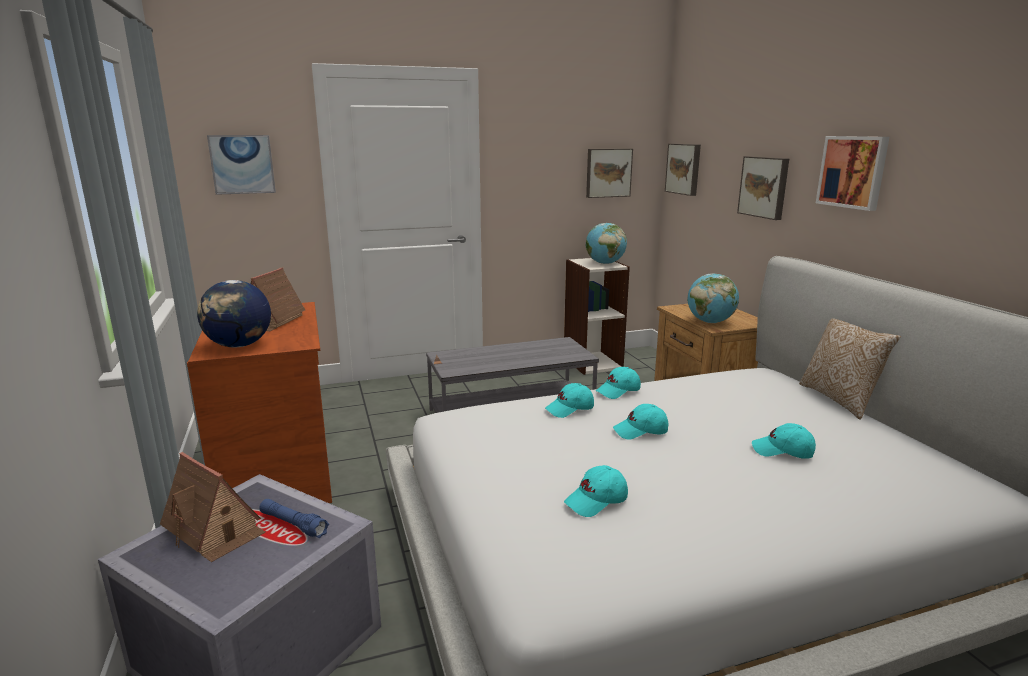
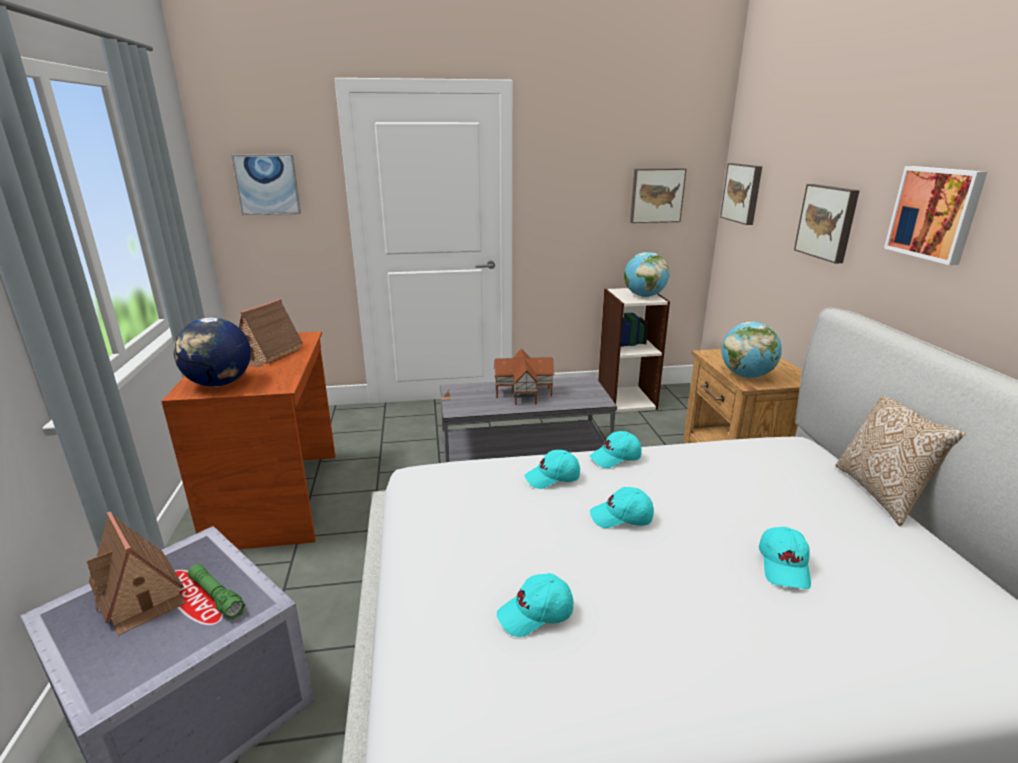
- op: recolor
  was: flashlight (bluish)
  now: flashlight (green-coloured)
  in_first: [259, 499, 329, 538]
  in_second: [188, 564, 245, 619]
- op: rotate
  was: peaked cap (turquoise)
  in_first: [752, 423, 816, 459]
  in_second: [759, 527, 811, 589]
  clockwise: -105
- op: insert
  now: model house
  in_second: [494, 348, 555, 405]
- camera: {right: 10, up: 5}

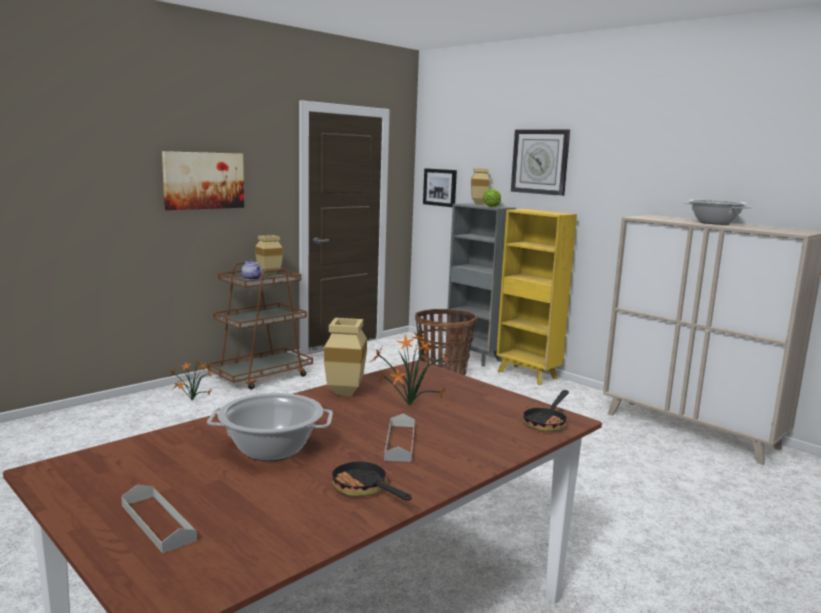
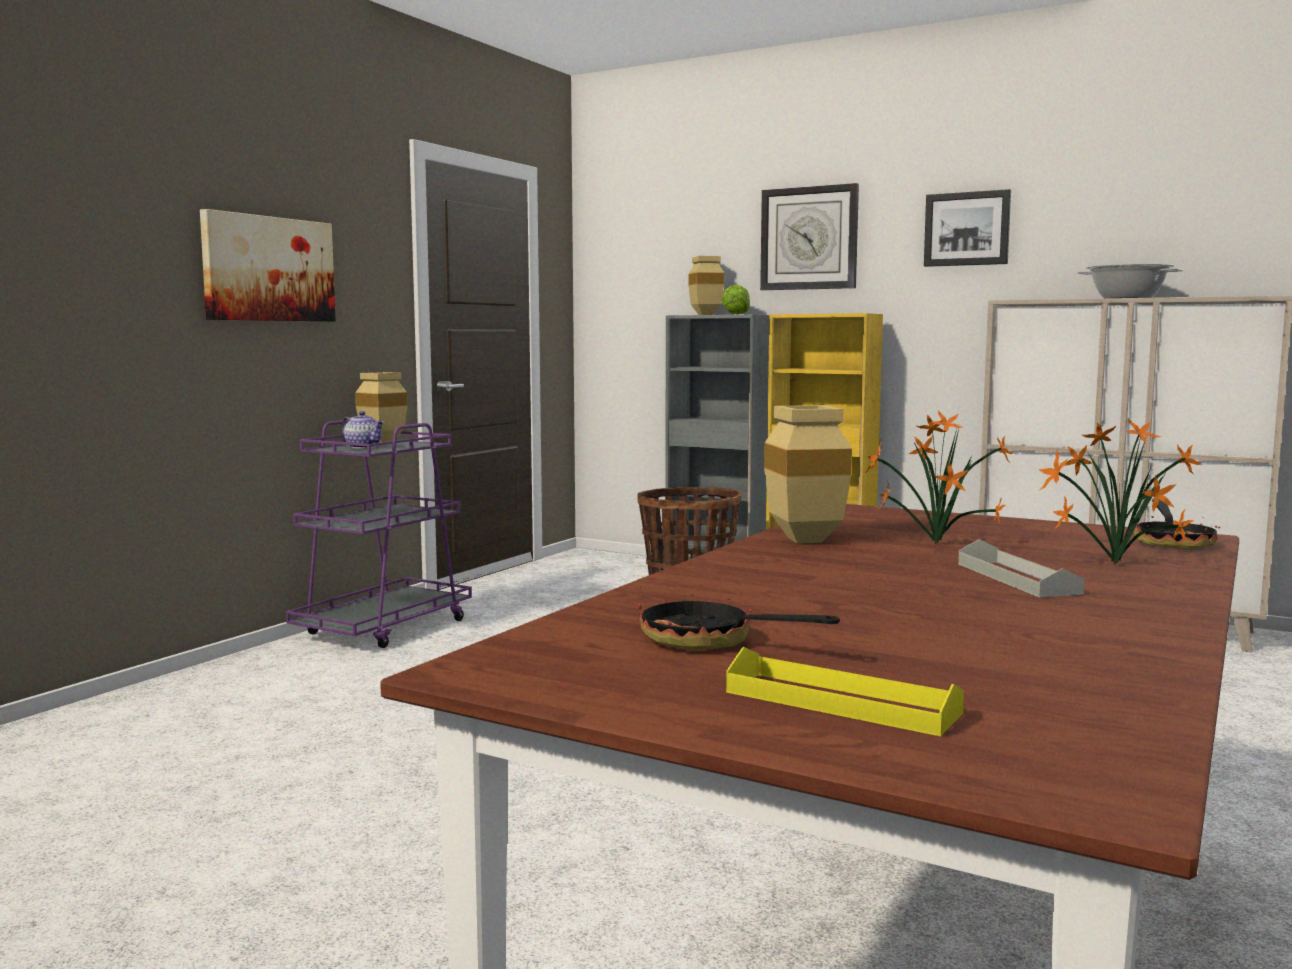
- op: recolor
  was: serving tray (grey)
  now: serving tray (yellow)
  in_first: [121, 485, 197, 553]
  in_second: [726, 647, 964, 736]
- op: move
  was: plant in a pot
  in_first: [169, 359, 212, 400]
  in_second: [1038, 418, 1202, 564]
- op: recolor
  was: cart (brown)
  now: cart (purple-coloured)
  in_first: [207, 261, 313, 390]
  in_second: [286, 420, 472, 648]
- op: delete
  was: saucepot
  in_first: [207, 393, 333, 461]
- op: move
  was: frying pan
  in_first: [329, 459, 412, 501]
  in_second: [638, 587, 840, 651]
- op: move
  was: wall picture
  in_first: [423, 168, 457, 207]
  in_second: [924, 189, 1011, 267]
- camera: {right: -15, up: -5}

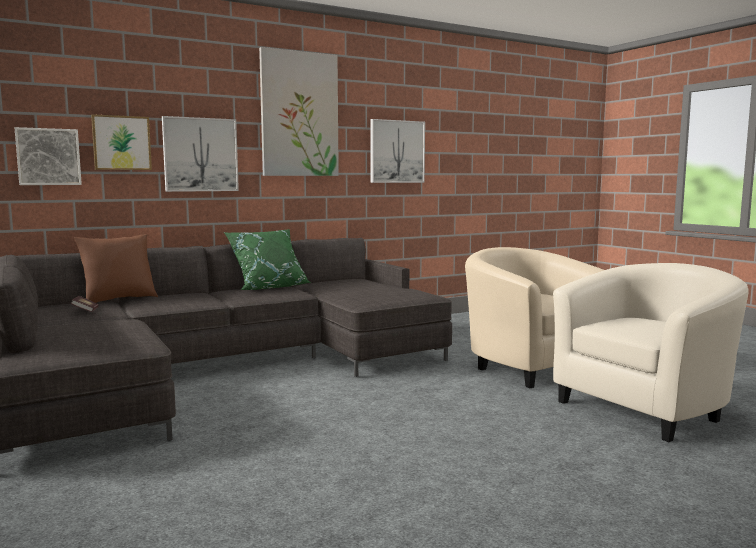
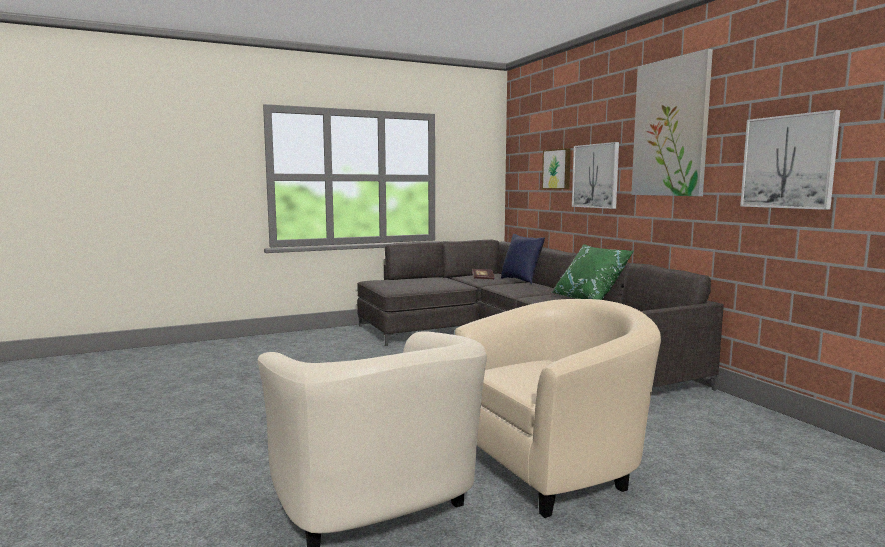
- op: delete
  was: wall picture
  in_first: [15, 127, 82, 185]
- op: recolor
  was: cushion (brown)
  now: cushion (bluish)
  in_first: [74, 234, 158, 303]
  in_second: [501, 234, 545, 284]
- camera: {right: 95, up: 0}

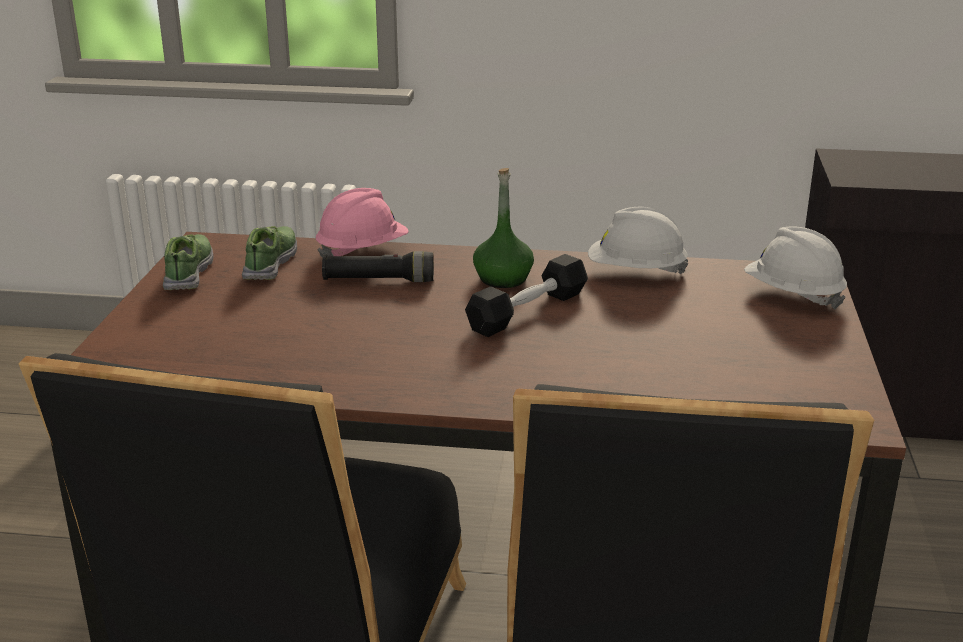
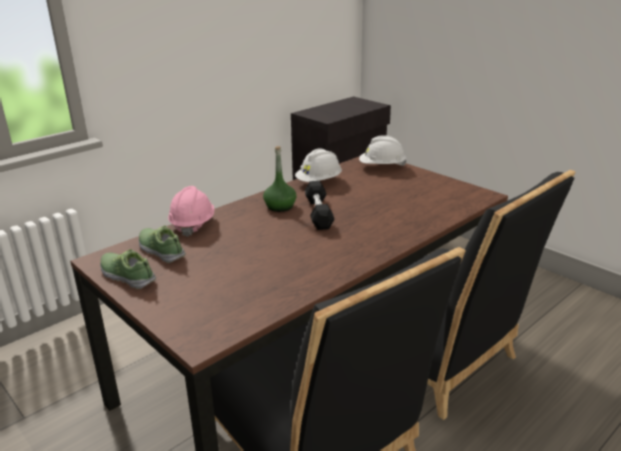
- op: delete
  was: flashlight (black)
  in_first: [322, 251, 434, 282]
- camera: {right: -50, up: 0}

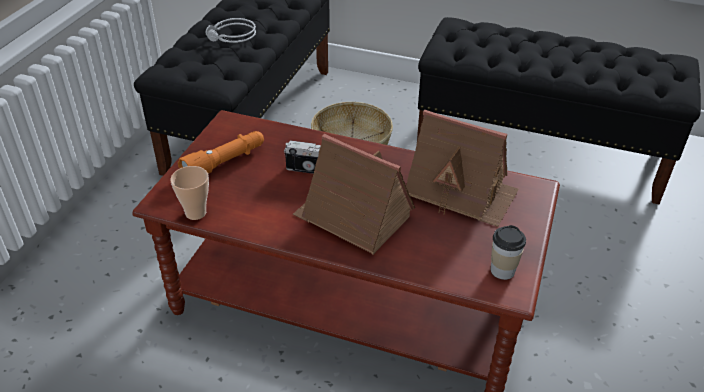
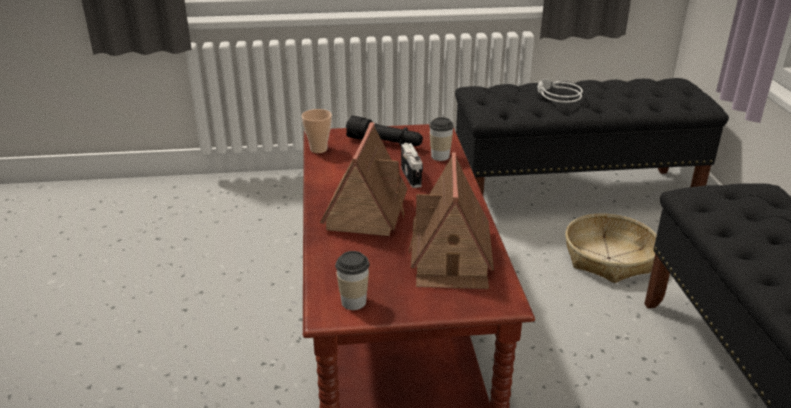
- op: recolor
  was: flashlight (orange)
  now: flashlight (black)
  in_first: [178, 131, 264, 174]
  in_second: [346, 116, 423, 146]
- op: insert
  now: small cup
  in_second: [429, 117, 454, 161]
- camera: {right: 65, up: -10}

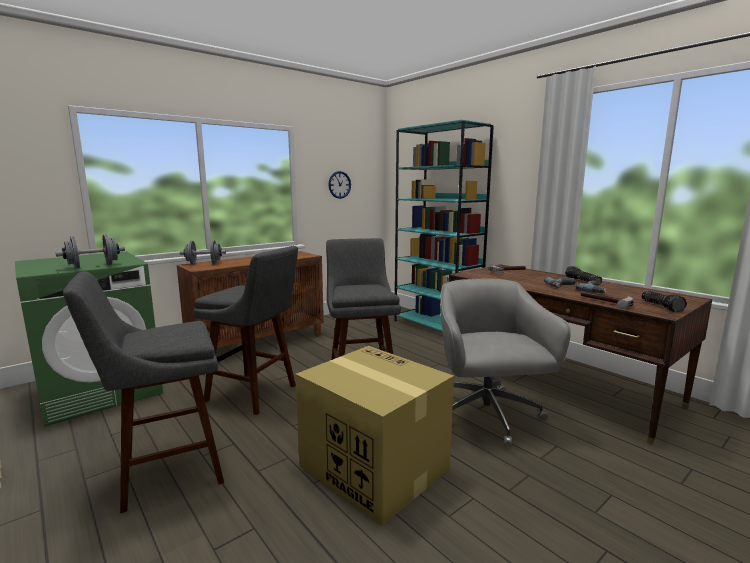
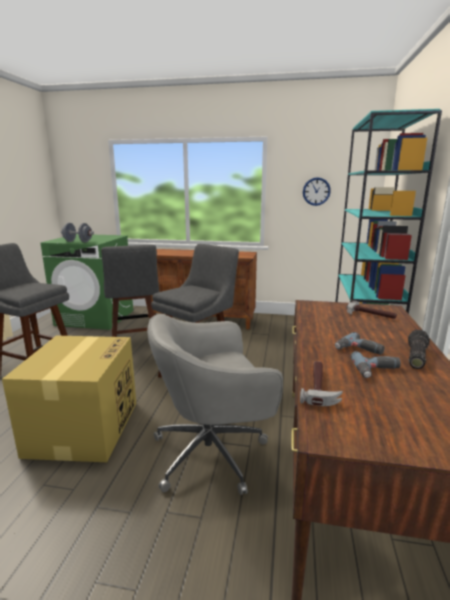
- op: delete
  was: free weight (grey)
  in_first: [180, 240, 226, 264]
- op: rotate
  was: office chair (grey)
  in_first: [441, 279, 571, 447]
  in_second: [147, 314, 283, 495]
  clockwise: -150
- op: delete
  was: flashlight
  in_first: [641, 291, 687, 312]
- camera: {right: 50, up: 5}

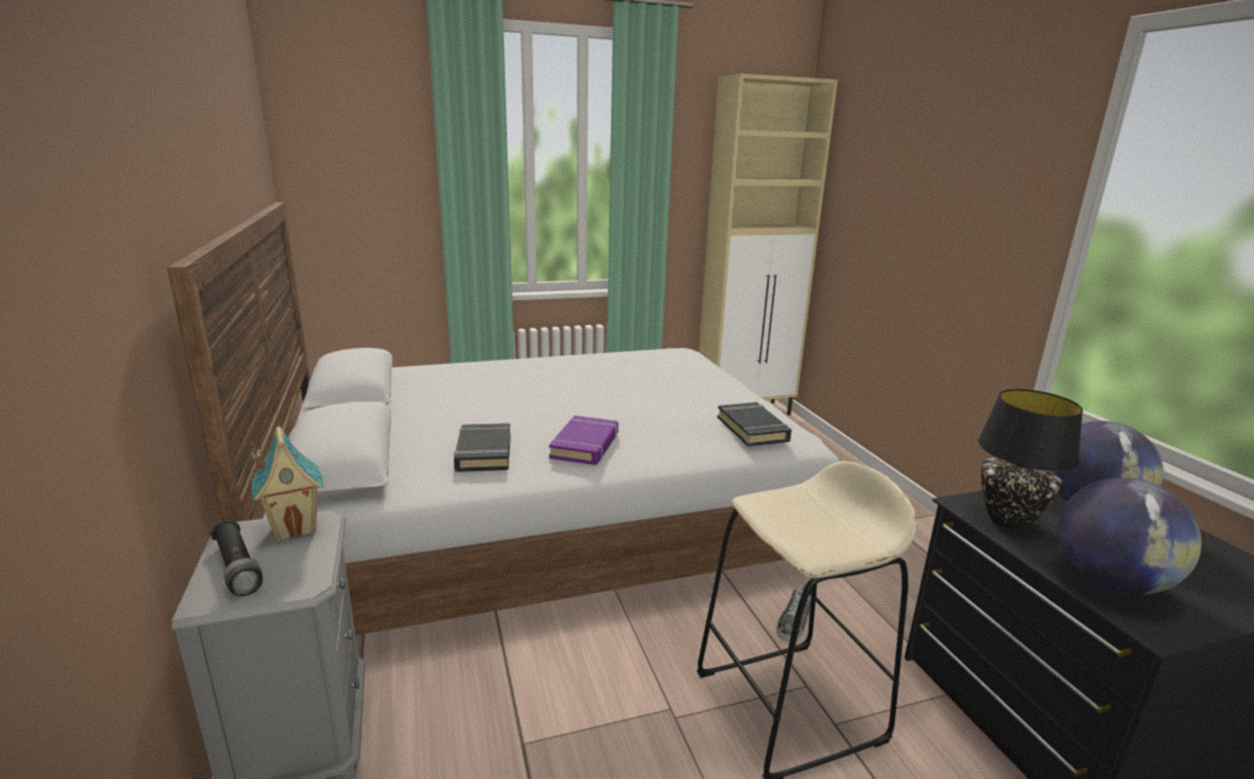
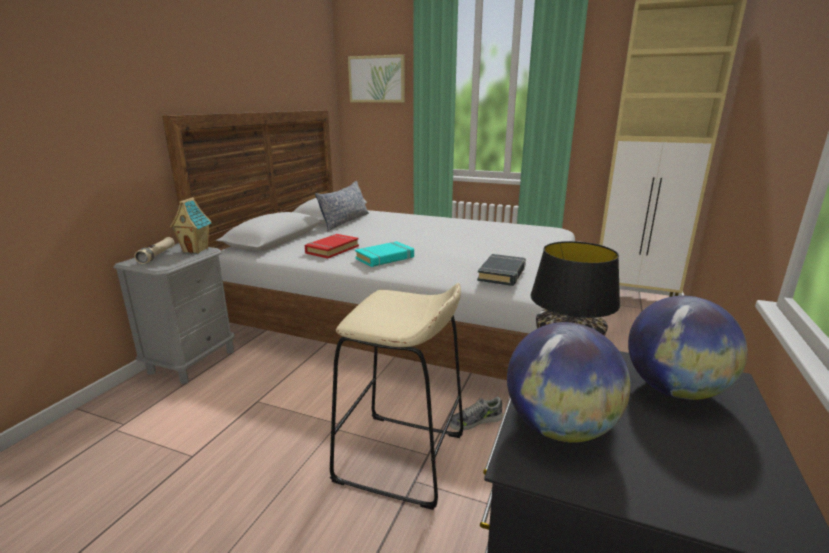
- op: recolor
  was: flashlight (black)
  now: flashlight (beige)
  in_first: [210, 520, 263, 596]
  in_second: [134, 237, 175, 264]
- op: recolor
  was: bound book (black)
  now: bound book (reddish)
  in_first: [454, 423, 511, 472]
  in_second: [305, 234, 359, 258]
- op: recolor
  was: bound book (purple-coloured)
  now: bound book (turquoise)
  in_first: [549, 415, 618, 465]
  in_second: [355, 241, 414, 267]
- op: insert
  now: cushion
  in_second: [315, 181, 369, 232]
- op: insert
  now: wall picture
  in_second: [348, 54, 405, 102]
- camera: {right: 40, up: 0}

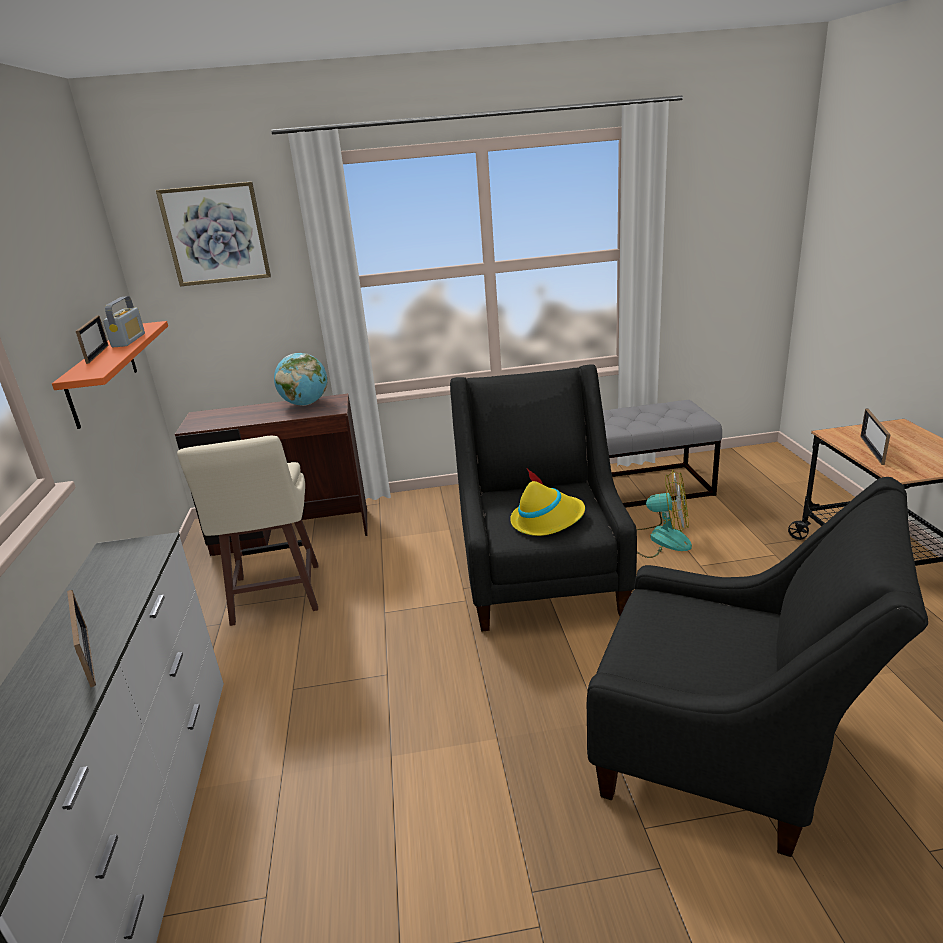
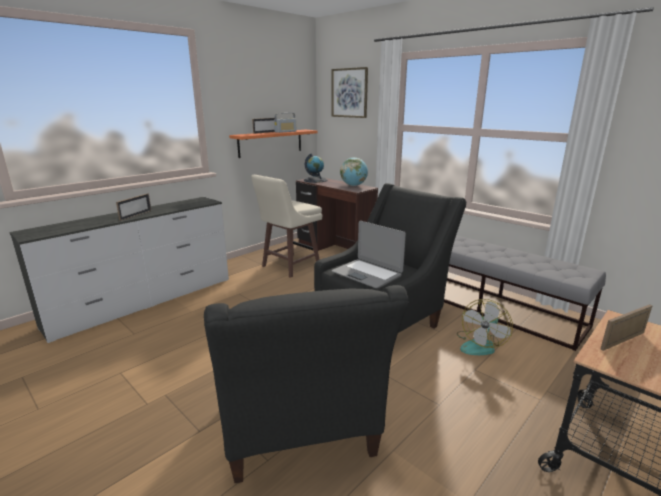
- op: replace
  was: clothing hat (yellow)
  now: portable computer
  in_first: [510, 469, 585, 536]
  in_second: [332, 221, 406, 288]
- op: rotate
  was: fan
  in_first: [637, 470, 692, 558]
  in_second: [457, 299, 513, 355]
  clockwise: 60
- op: insert
  now: world globe
  in_second: [304, 154, 327, 183]
- camera: {right: 50, up: -5}

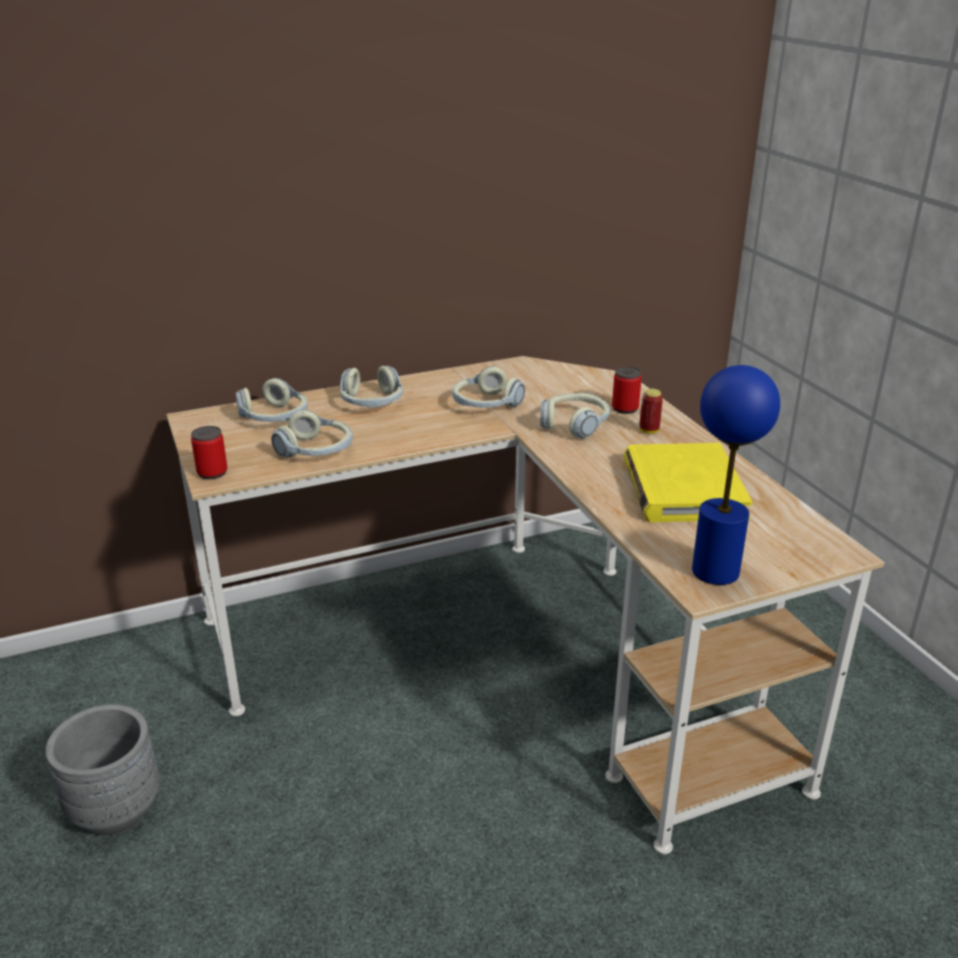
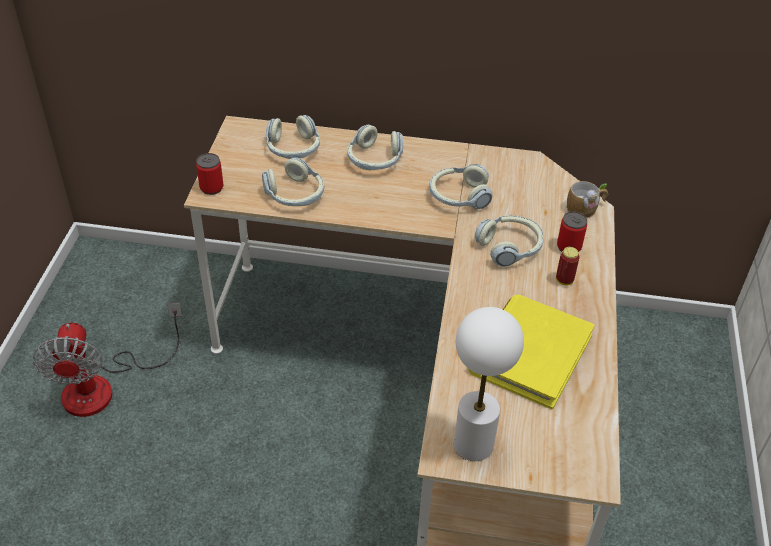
- op: replace
  was: flower pot (grey)
  now: fan
  in_first: [46, 704, 160, 835]
  in_second: [33, 303, 182, 417]
- op: recolor
  was: table lamp (bluish)
  now: table lamp (white)
  in_first: [692, 365, 780, 585]
  in_second: [454, 307, 524, 461]
- op: insert
  now: mug
  in_second: [567, 181, 608, 218]
- camera: {right: 30, up: 15}

